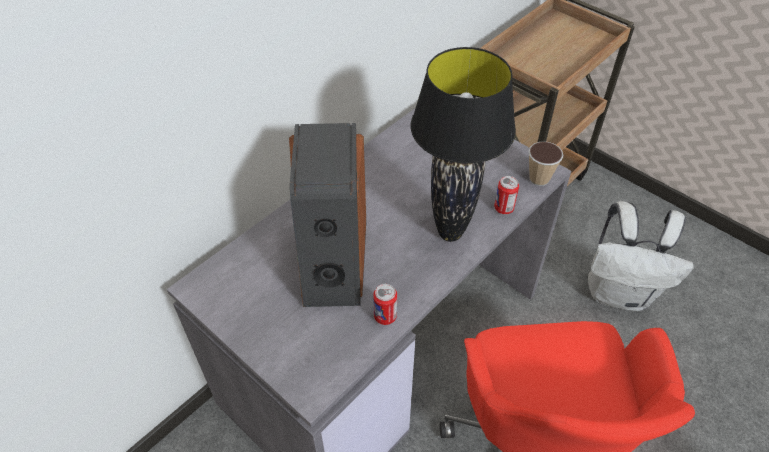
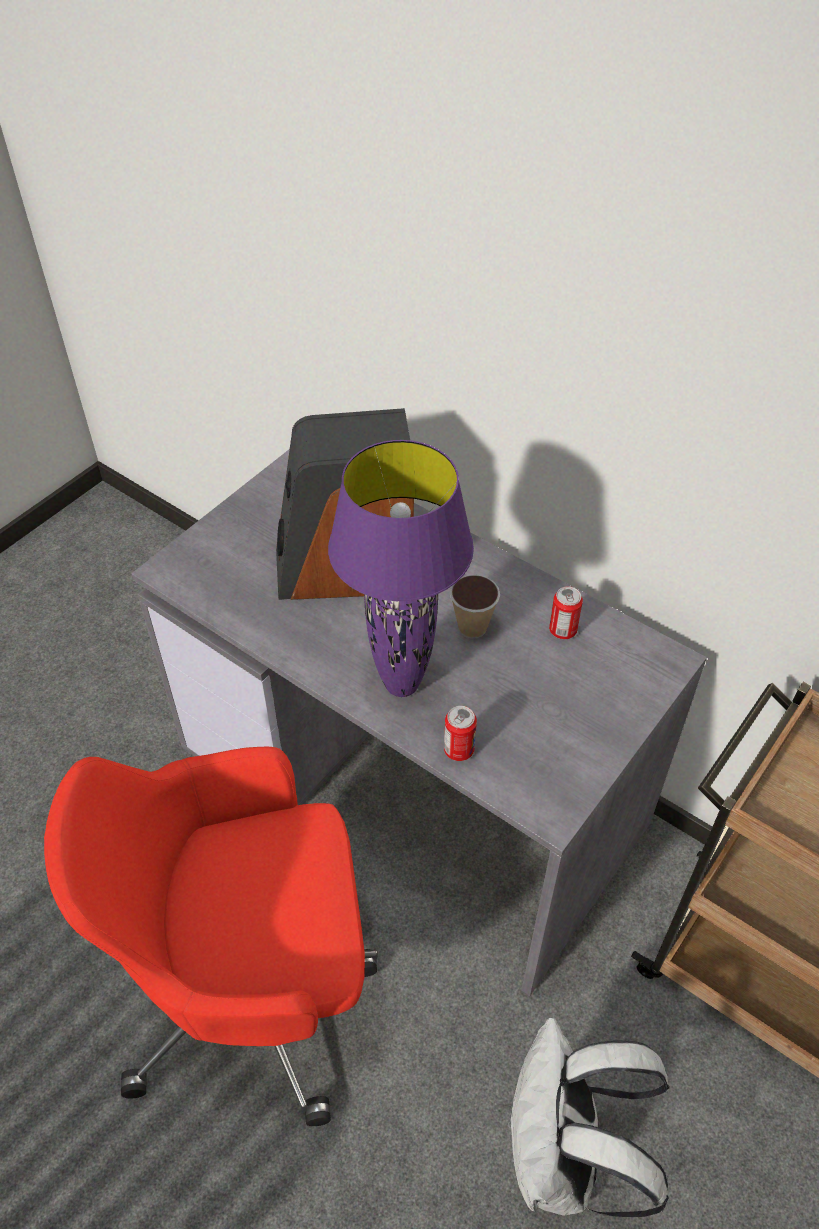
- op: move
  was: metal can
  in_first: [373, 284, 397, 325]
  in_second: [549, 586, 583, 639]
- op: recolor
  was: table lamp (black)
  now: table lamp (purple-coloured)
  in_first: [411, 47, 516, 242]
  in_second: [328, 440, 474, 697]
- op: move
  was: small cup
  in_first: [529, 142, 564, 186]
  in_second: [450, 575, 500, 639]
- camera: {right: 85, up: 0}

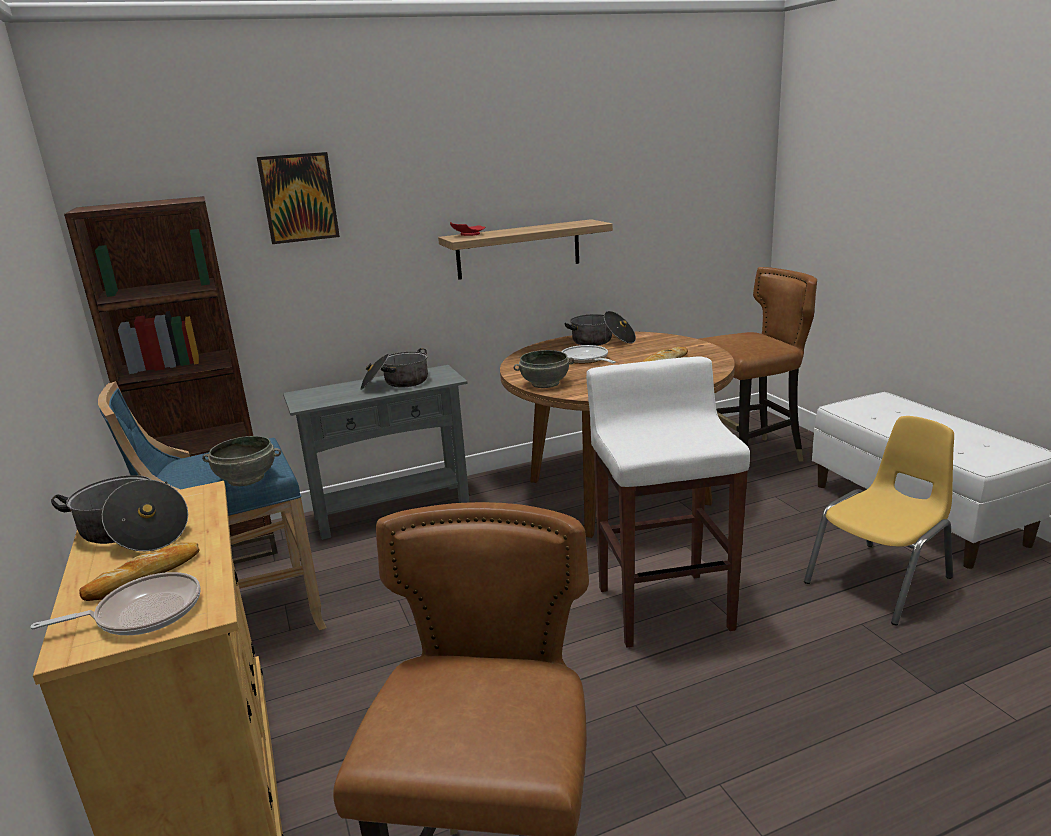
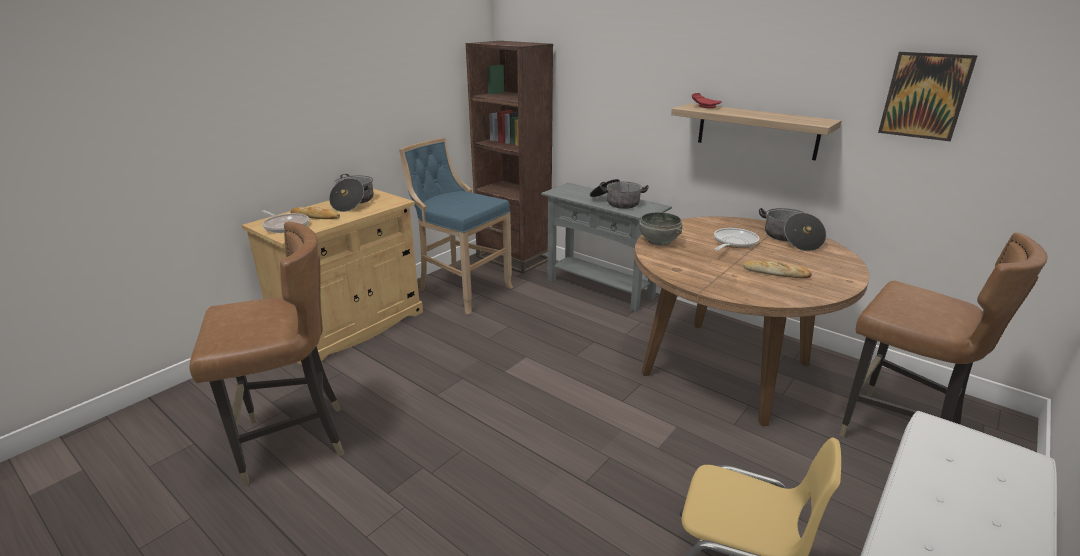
- op: delete
  was: bowl (grey)
  in_first: [202, 436, 281, 486]
- op: move
  was: wall picture
  in_first: [257, 152, 340, 244]
  in_second: [878, 52, 978, 141]
- op: delete
  was: sitting stool (white)
  in_first: [586, 356, 750, 648]
- camera: {right: 60, up: 5}

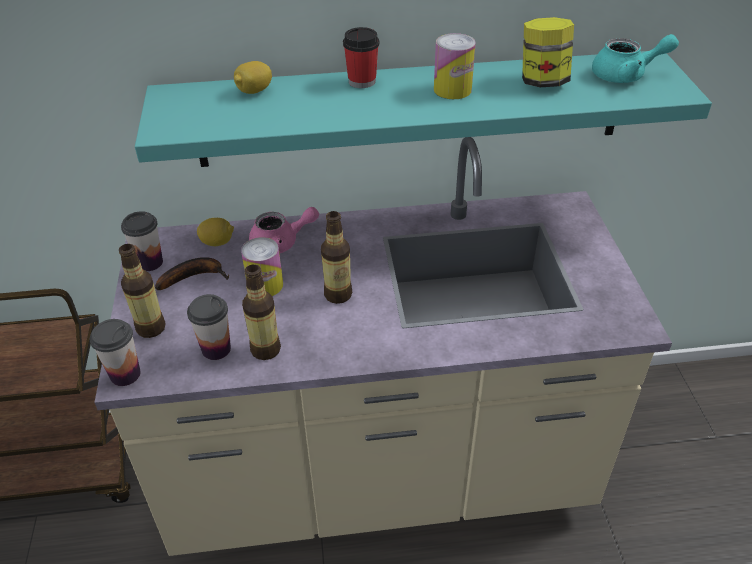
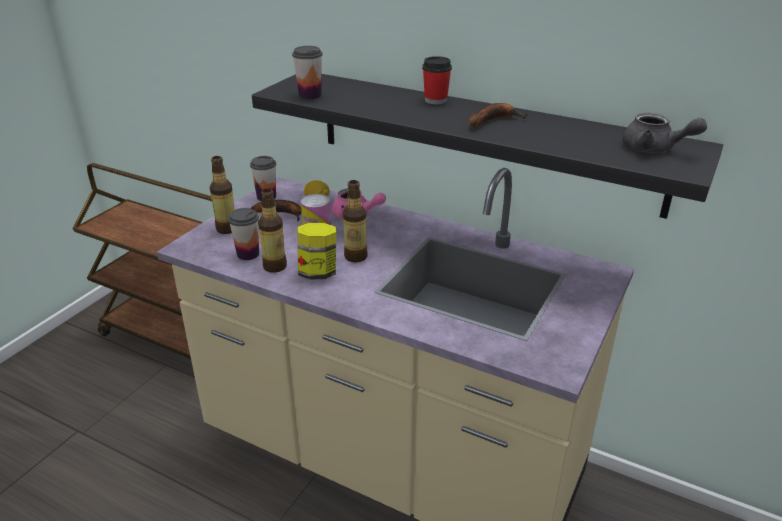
- op: move
  was: small cup
  in_first: [90, 319, 141, 386]
  in_second: [292, 46, 323, 100]
- op: recolor
  was: bracket shelf (turquoise)
  now: bracket shelf (black)
  in_first: [135, 51, 712, 167]
  in_second: [252, 74, 723, 219]
- op: delete
  was: lemon
  in_first: [234, 61, 272, 94]
- op: replace
  was: metal can
  now: banana fruit
  in_first: [434, 33, 476, 99]
  in_second: [468, 103, 528, 128]
- op: move
  was: preserve jar
  in_first: [522, 17, 574, 87]
  in_second: [298, 223, 336, 279]
- op: recolor
  was: tea pot (turquoise)
  now: tea pot (grey)
  in_first: [592, 34, 679, 83]
  in_second: [622, 113, 707, 153]
- camera: {right: 35, up: -10}

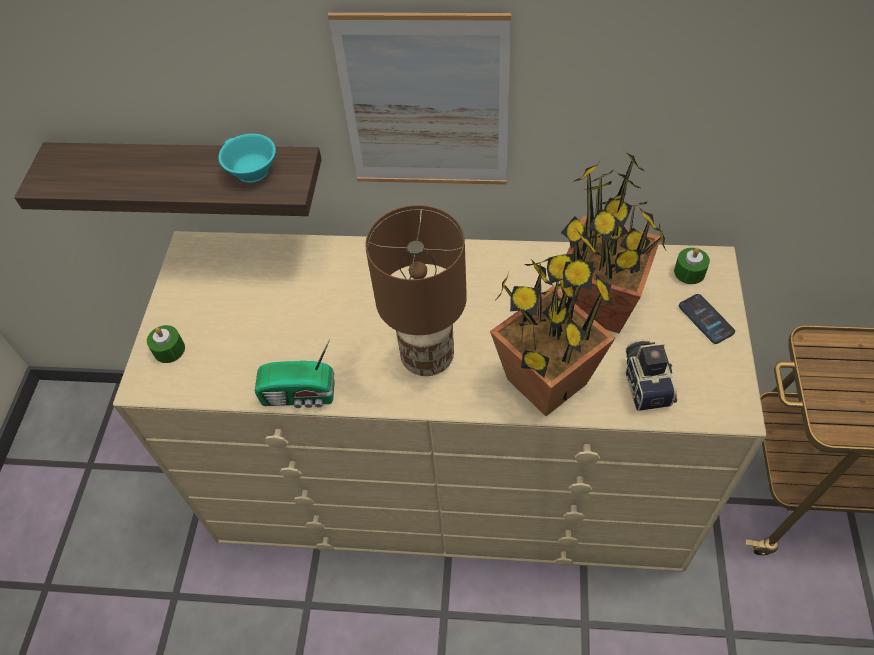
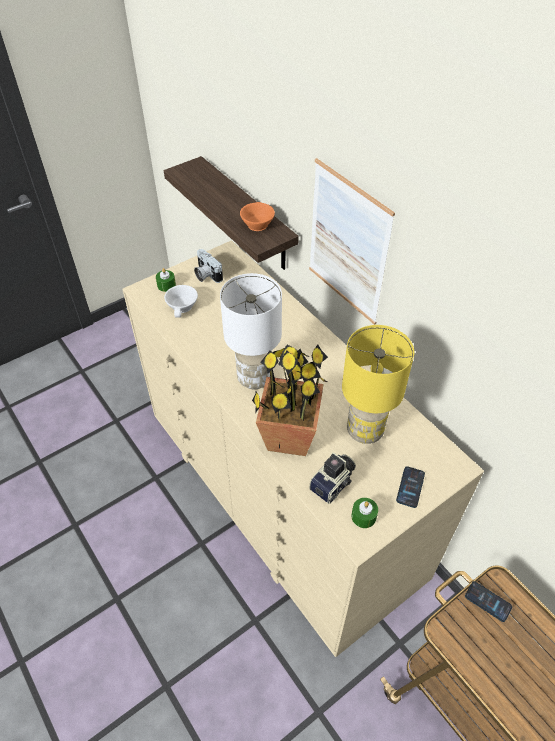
- op: recolor
  was: small cup (turquoise)
  now: small cup (orange)
  in_first: [218, 134, 276, 183]
  in_second: [240, 202, 275, 231]
- op: delete
  was: radio set
  in_first: [255, 339, 335, 408]
- op: recolor
  was: table lamp (brown)
  now: table lamp (white)
  in_first: [365, 205, 467, 376]
  in_second: [220, 273, 282, 389]
- op: replace
  was: plant in a pot
  now: table lamp (yellow)
  in_first: [561, 150, 666, 333]
  in_second: [342, 325, 414, 444]
- op: move
  was: candle (green-coloured)
  in_first: [674, 248, 710, 284]
  in_second: [351, 498, 378, 528]
- op: insert
  now: small cup (white)
  in_second: [164, 285, 198, 318]
- op: insert
  now: photo camera
  in_second: [194, 249, 223, 283]
- op: insert
  now: phone
  in_second: [465, 581, 512, 622]
- camera: {right: 45, up: -5}

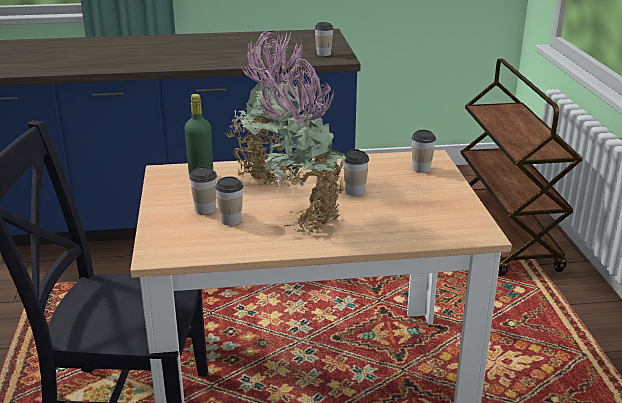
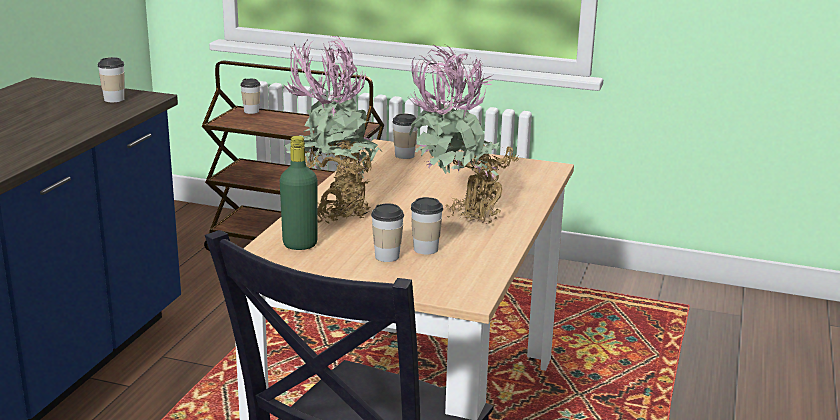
- op: move
  was: small cup
  in_first: [344, 149, 369, 196]
  in_second: [240, 79, 261, 114]
- camera: {right: -65, up: -5}

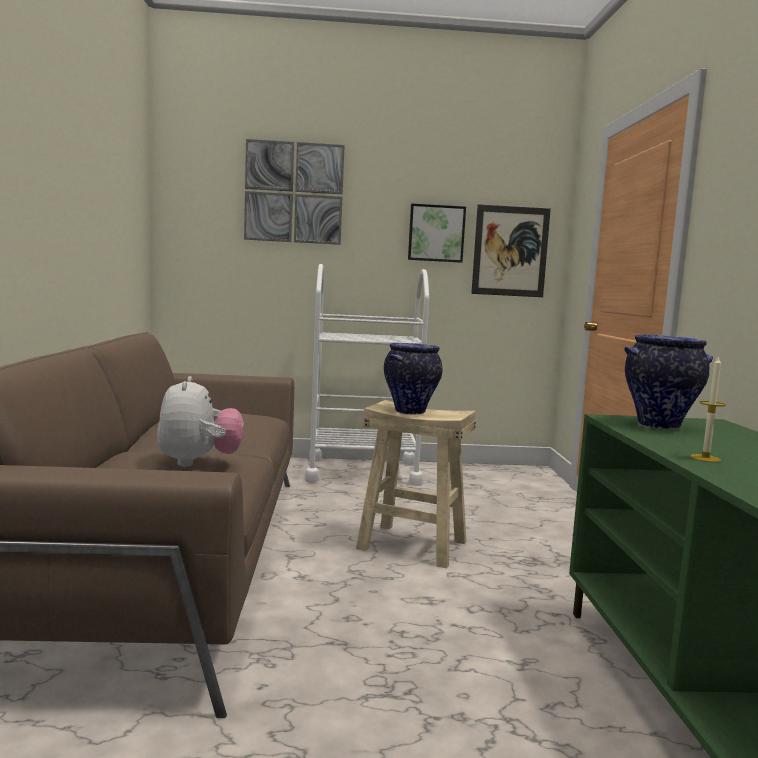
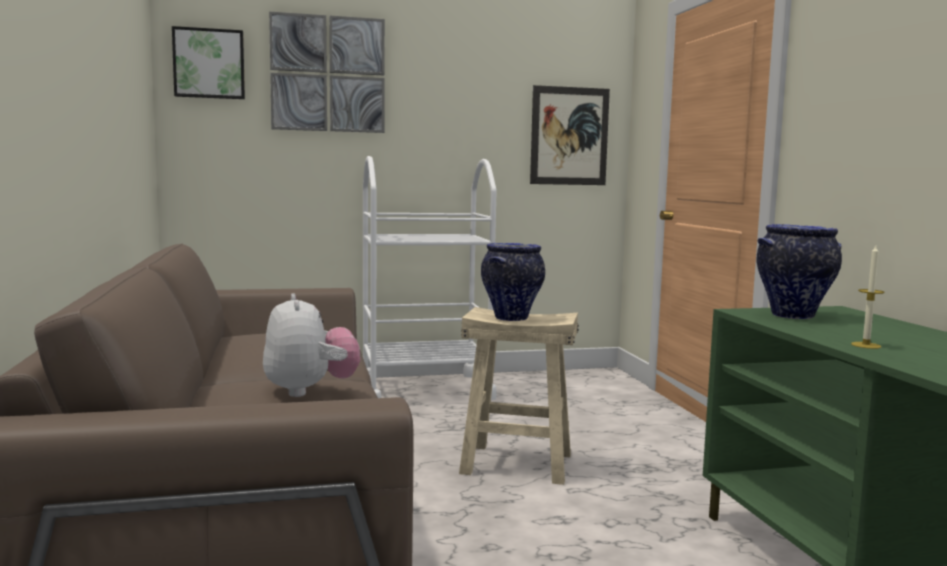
- op: move
  was: wall picture
  in_first: [408, 204, 466, 263]
  in_second: [172, 26, 245, 99]
- camera: {right: -10, up: 0}

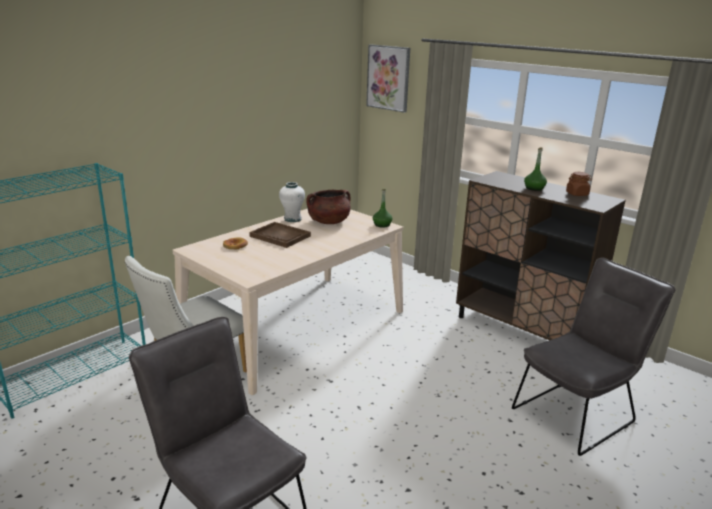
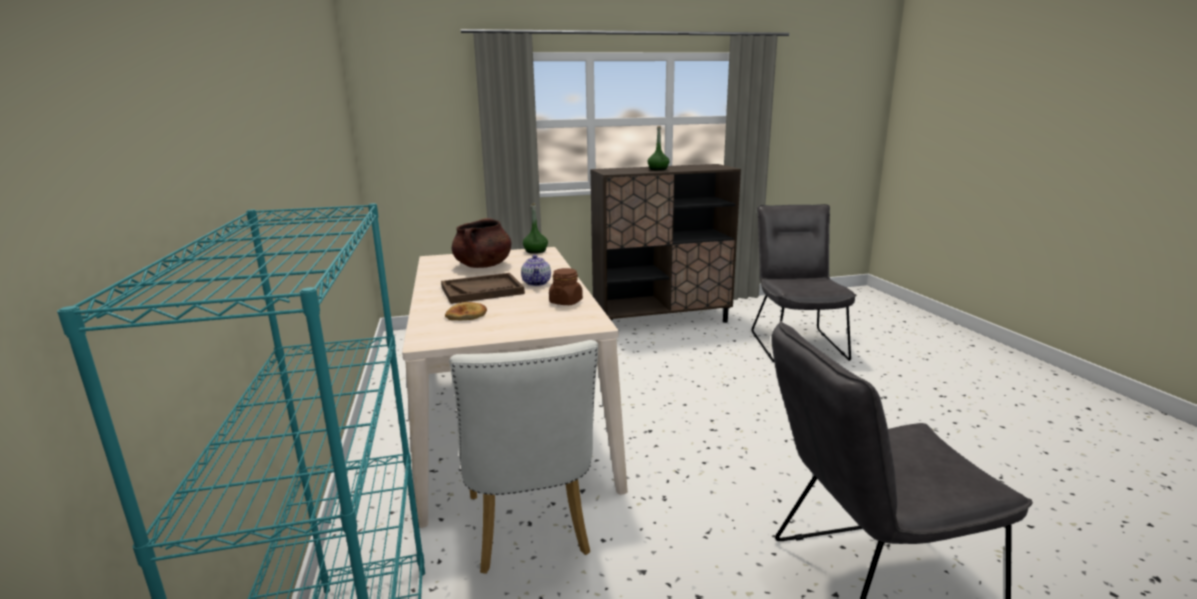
- op: delete
  was: vase (white)
  in_first: [279, 182, 305, 222]
- op: delete
  was: wall picture
  in_first: [366, 44, 410, 113]
- op: move
  was: preserve jar (brown)
  in_first: [566, 172, 592, 196]
  in_second: [549, 268, 583, 305]
- op: insert
  now: tea pot
  in_second: [521, 255, 551, 286]
- camera: {right: -55, up: -5}

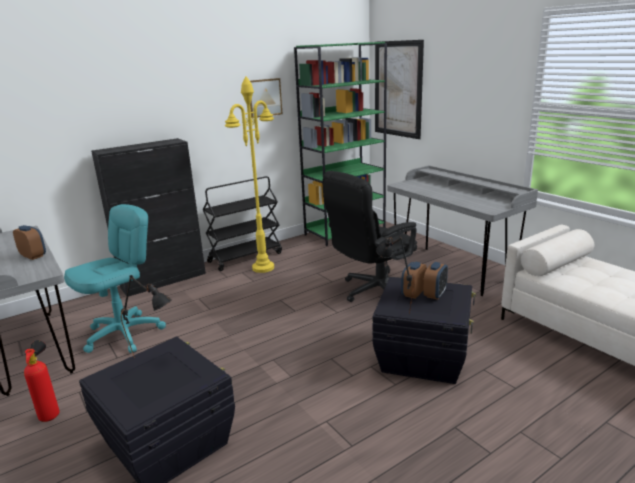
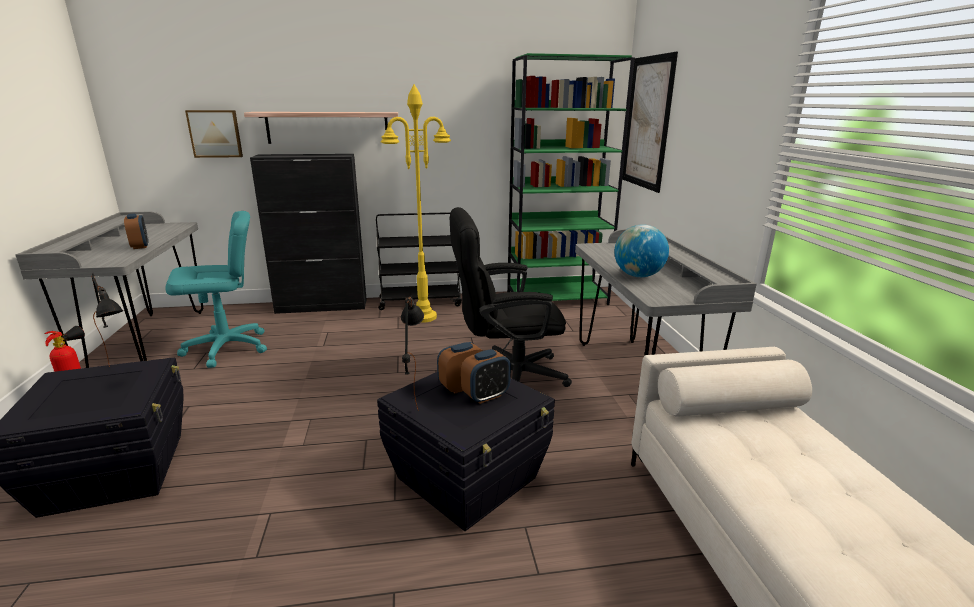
- op: move
  was: wall picture
  in_first: [250, 78, 282, 118]
  in_second: [185, 110, 243, 158]
- op: insert
  now: bracket shelf
  in_second: [244, 112, 398, 144]
- op: insert
  now: world globe
  in_second: [614, 224, 669, 277]
- camera: {right: 25, up: 0}

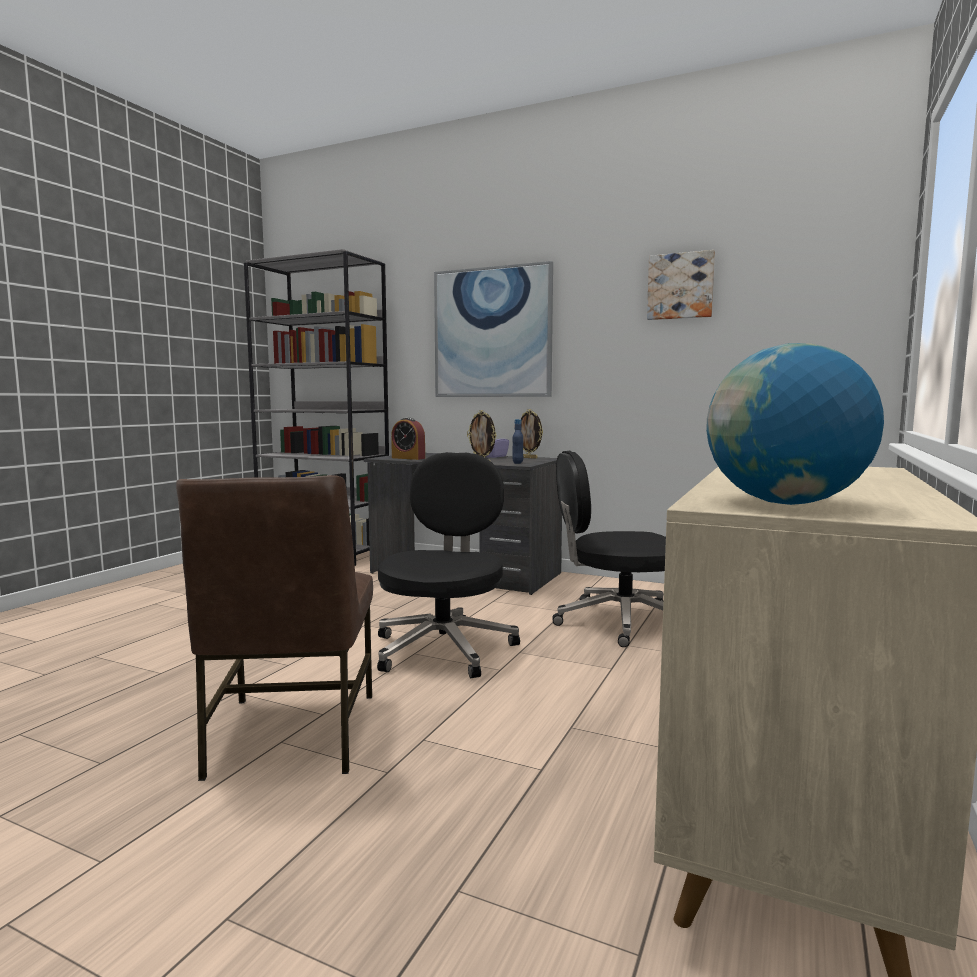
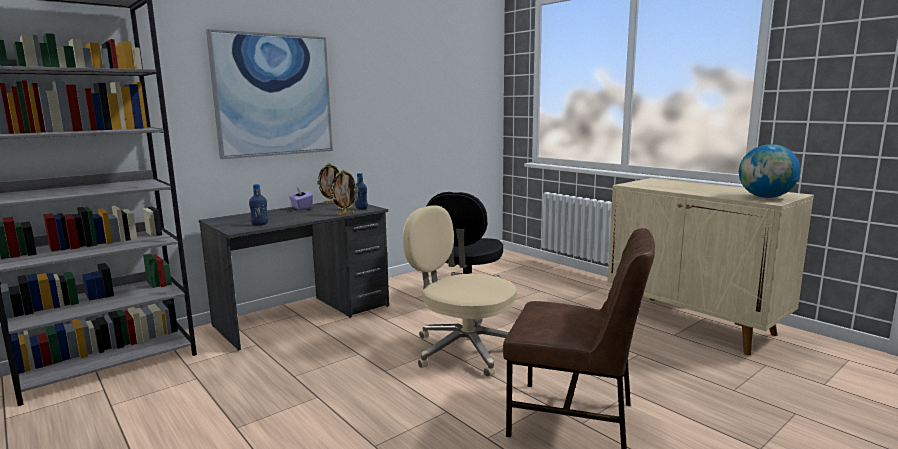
- op: recolor
  was: office chair (black)
  now: office chair (beige)
  in_first: [377, 452, 520, 678]
  in_second: [403, 206, 517, 377]
- op: replace
  was: table clock
  now: beverage bottle (bluish)
  in_first: [391, 417, 425, 460]
  in_second: [249, 184, 268, 226]
- op: delete
  was: wall picture
  in_first: [647, 250, 715, 320]
- camera: {right: -65, up: 5}

